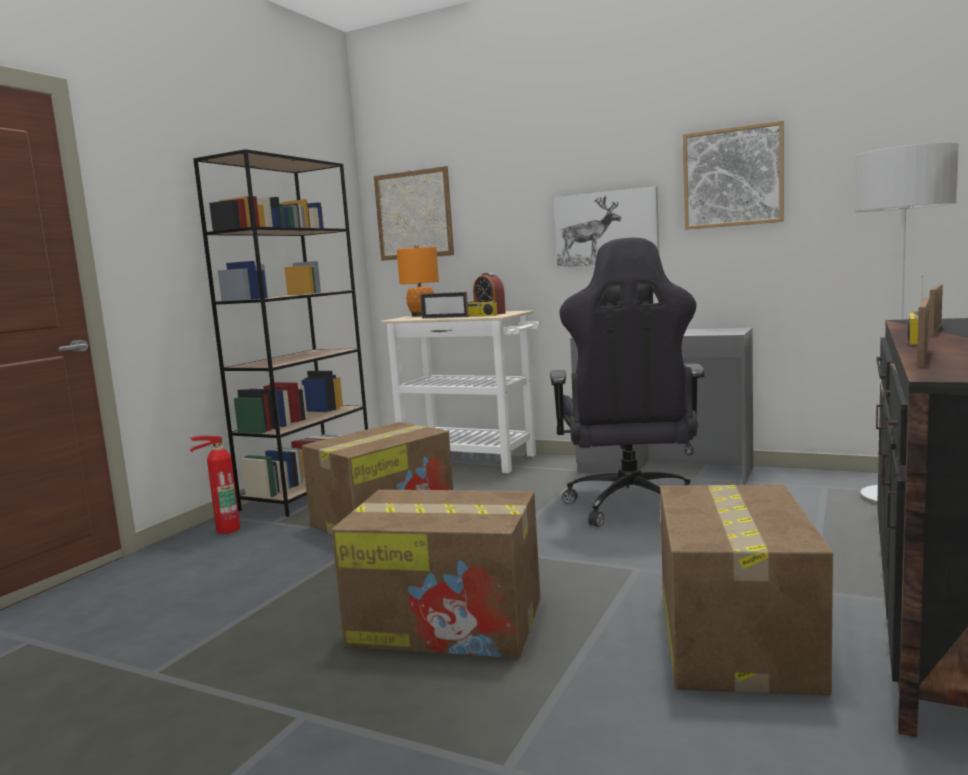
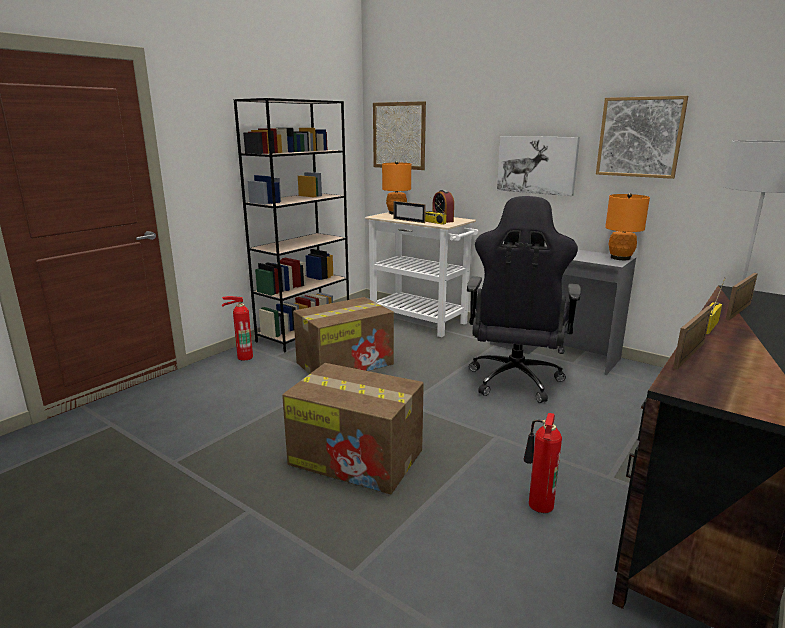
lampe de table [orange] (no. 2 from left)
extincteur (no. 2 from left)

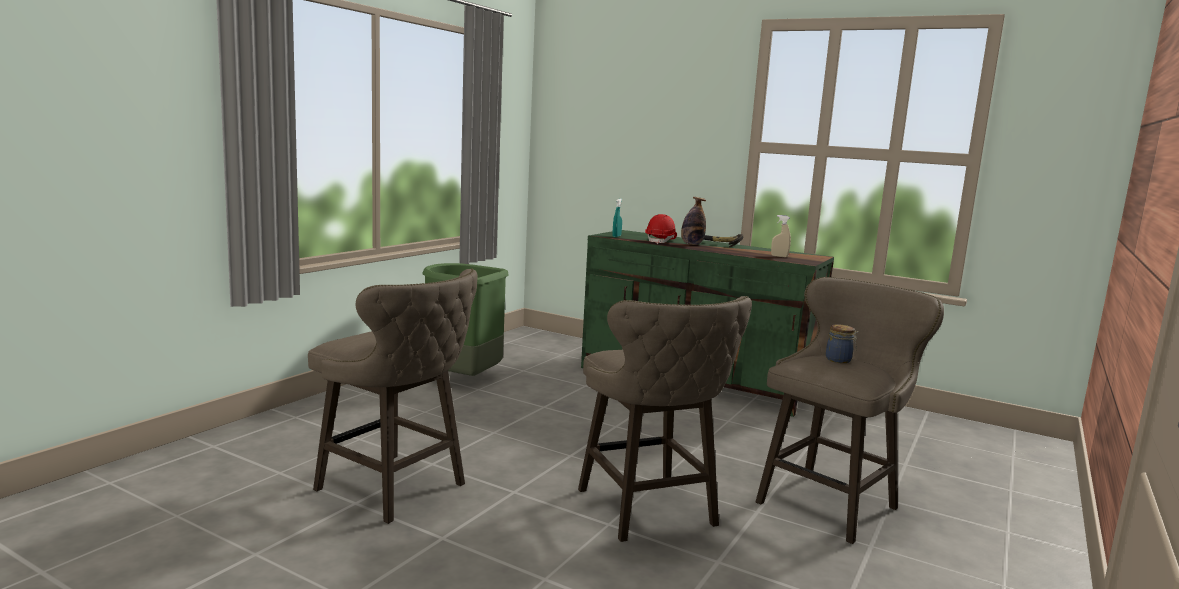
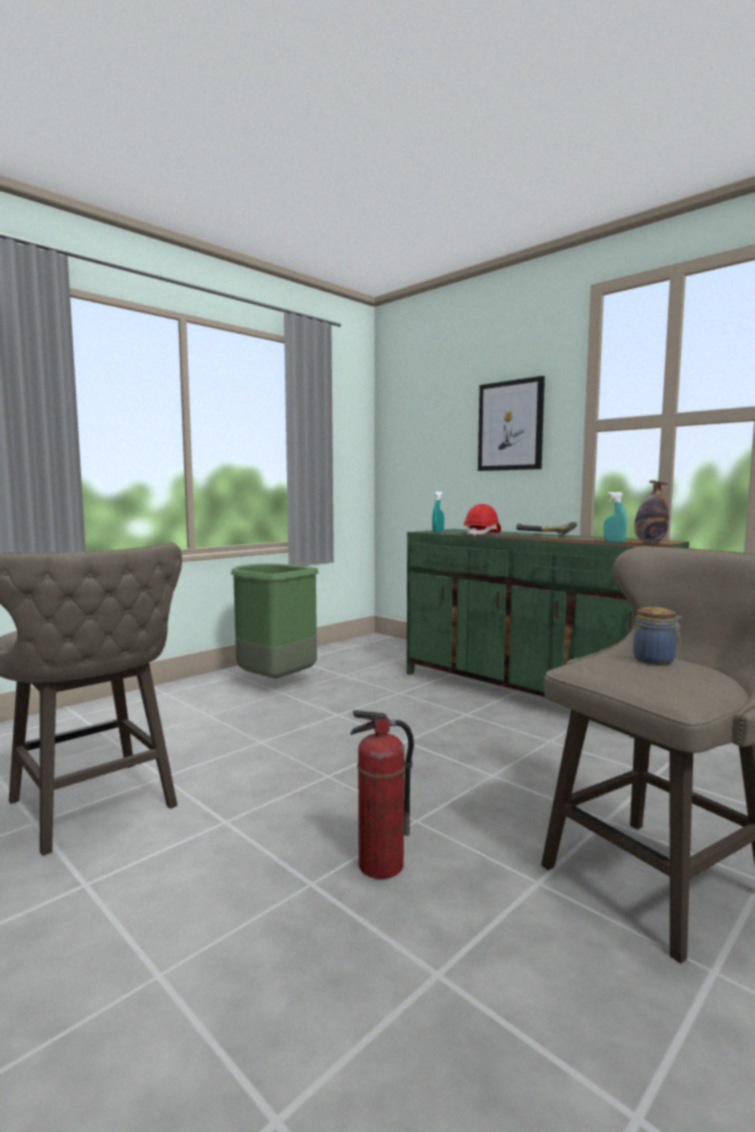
tableau
bouteille
extincteur
vaporisateur [turquoise] (no. 2 from left)

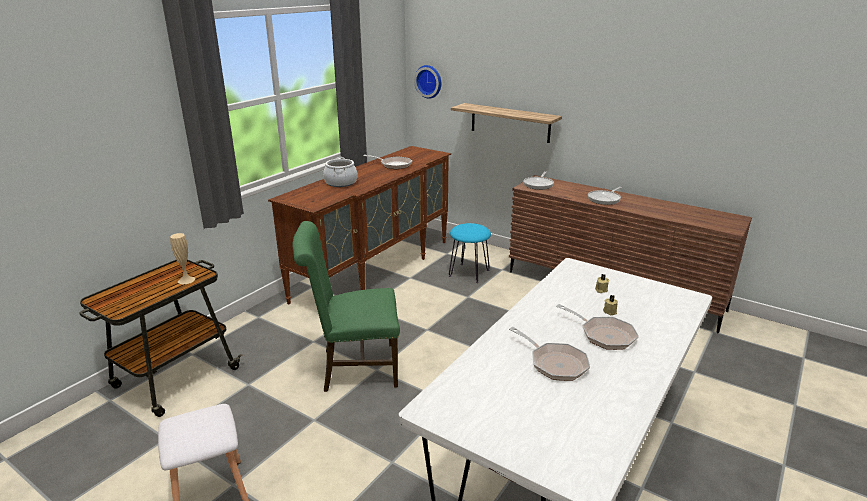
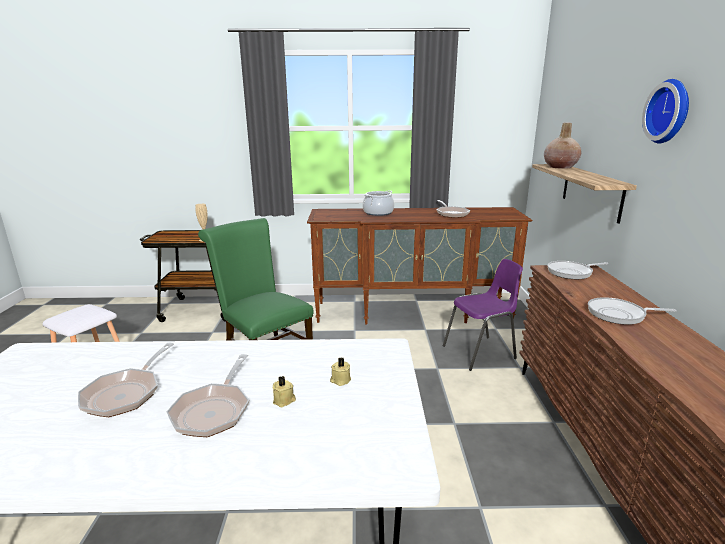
vase [beige] (no. 2 from left)
horloge murale
chaise [violet]

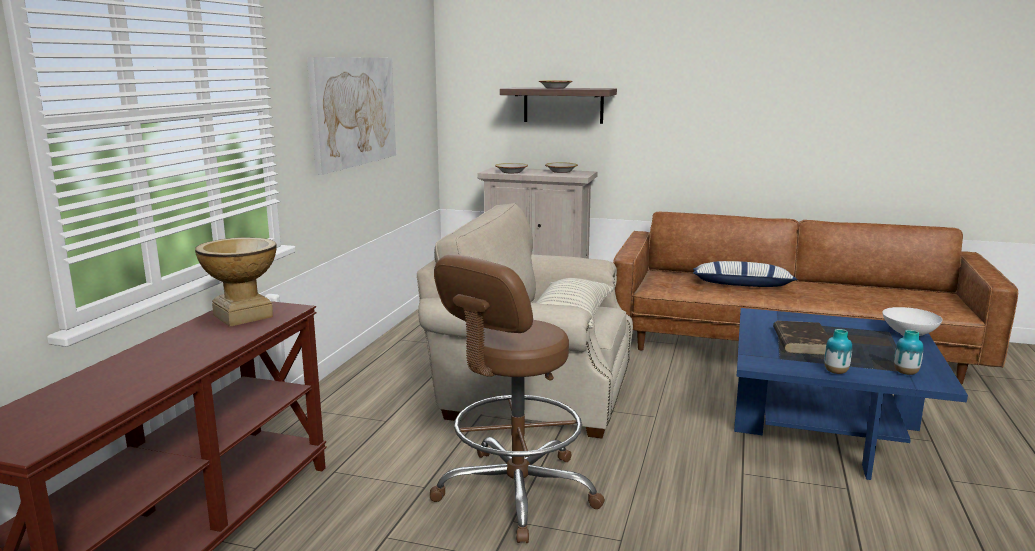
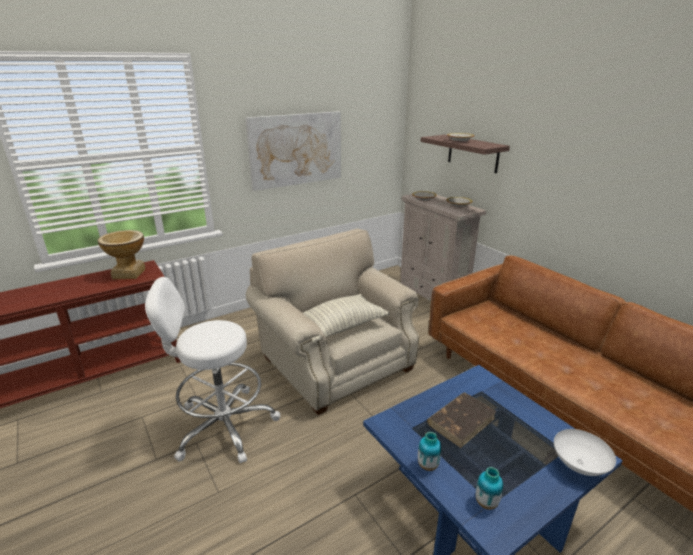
coussin (no. 2 from left in the first image)
tabouret [blanc]

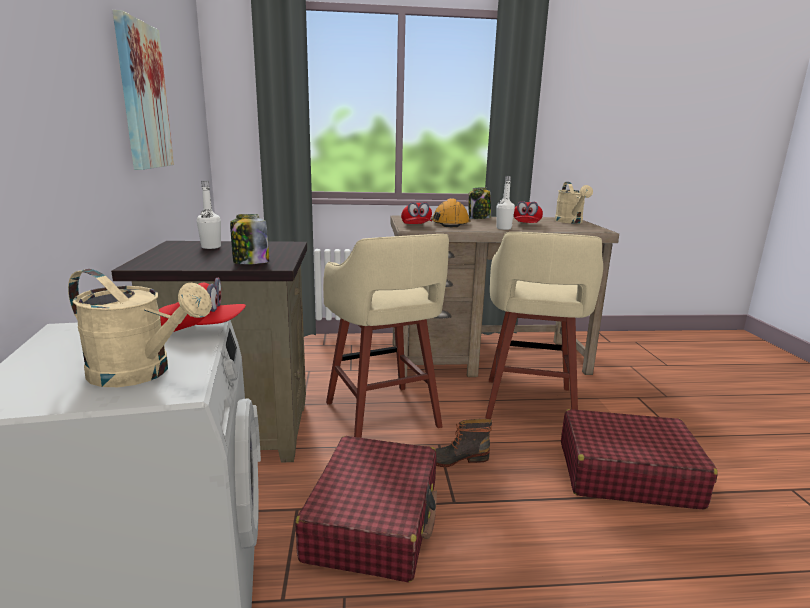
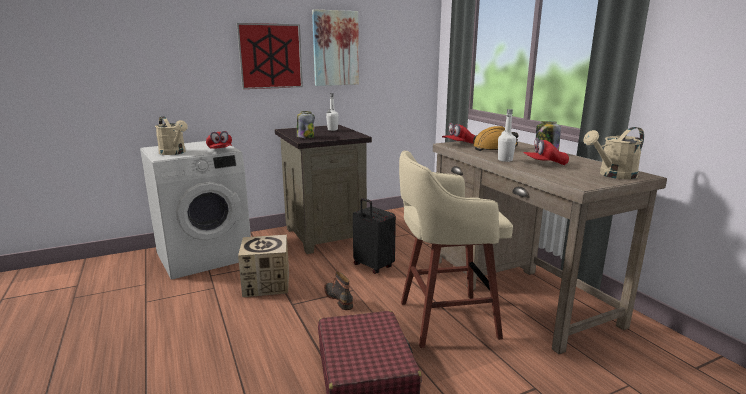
tableau (no. 1 from left)
carton
valise [noir]
arrosoir [beige] (no. 1 from left)

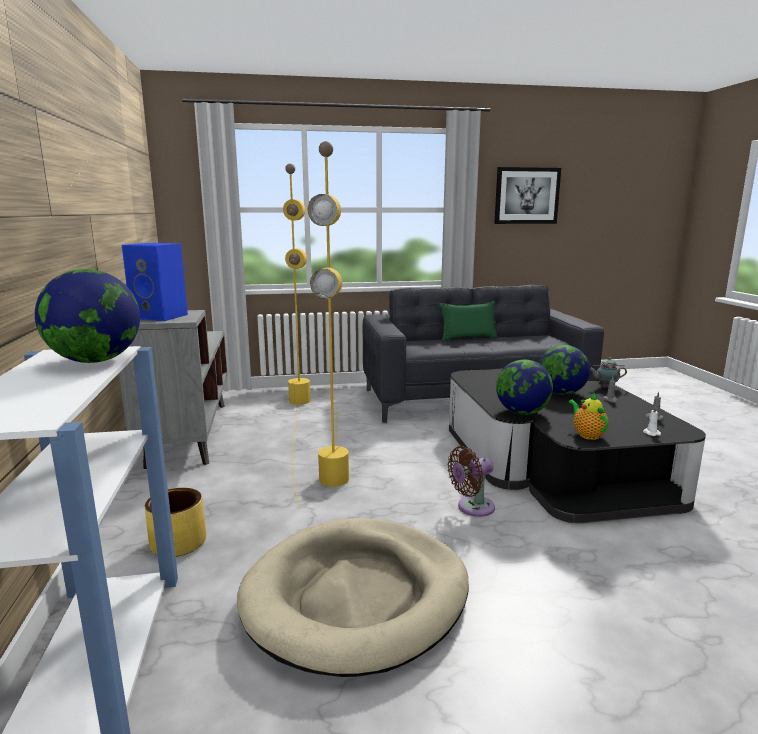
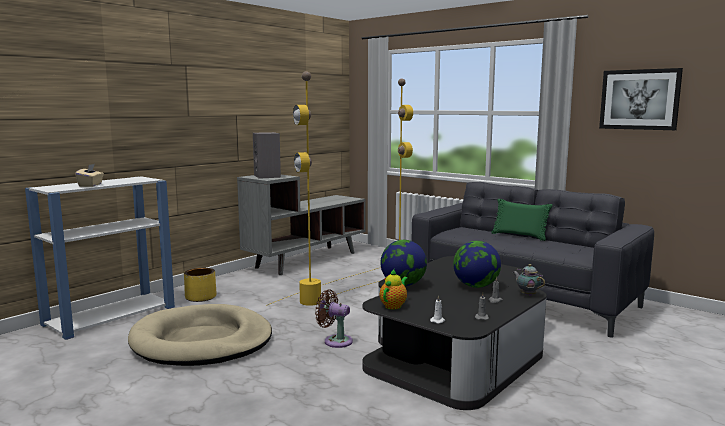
globe (no. 1 from left in the first image)
boîte à mouchoirs [beige]
enceinte [gris]

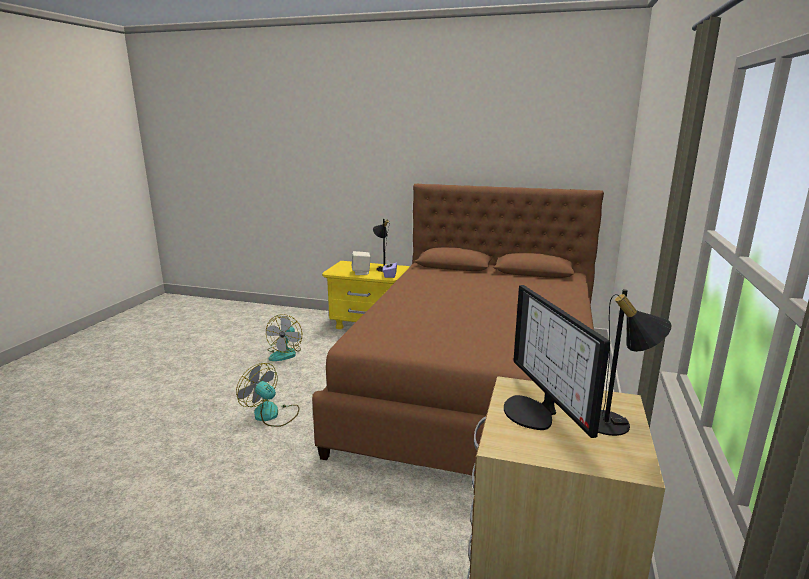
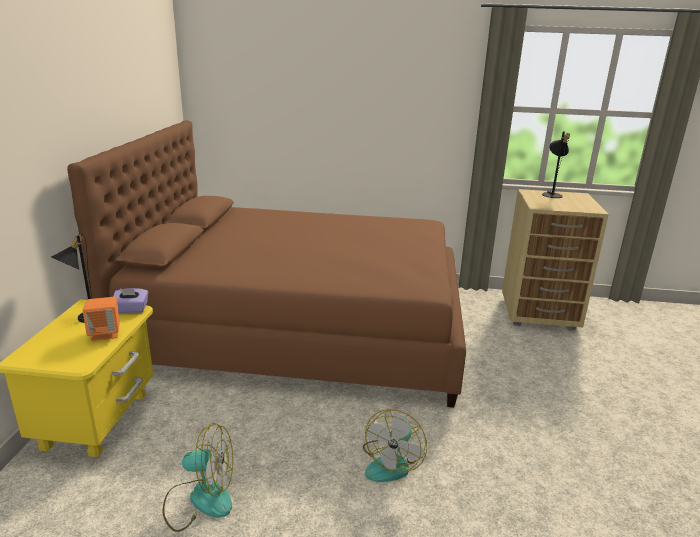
écran d'ordinateur
enceinte [orange]

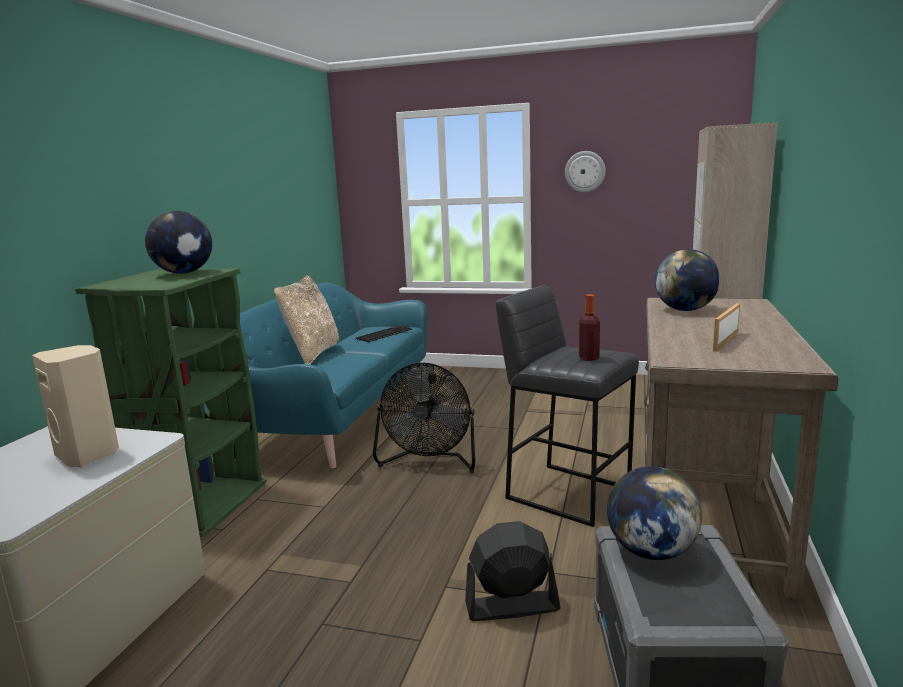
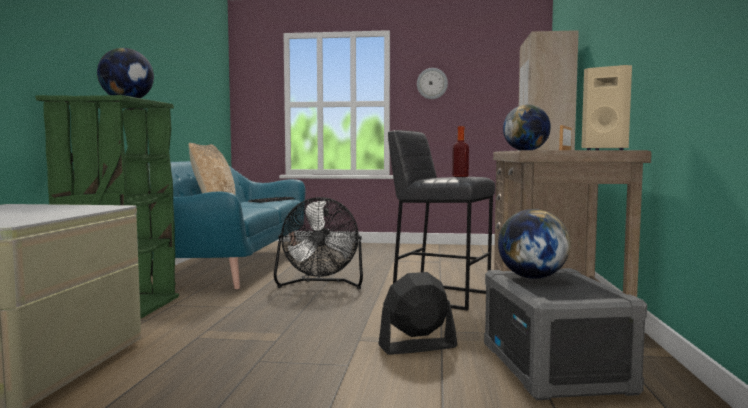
enceinte [beige]

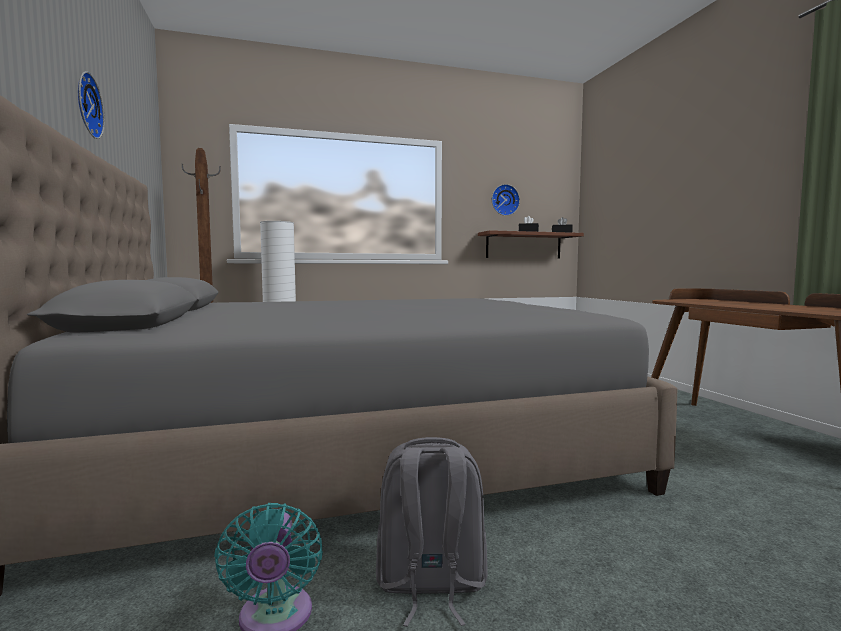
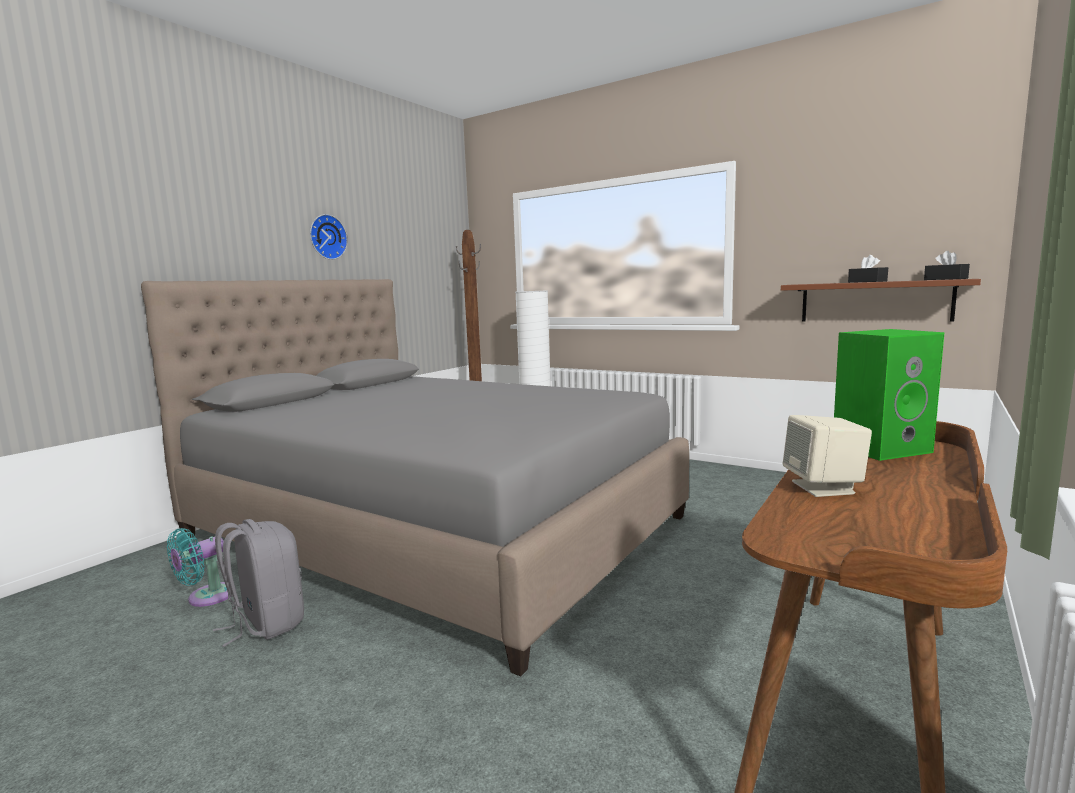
horloge murale (no. 2 from left in the first image)
enceinte [beige]
enceinte [vert]

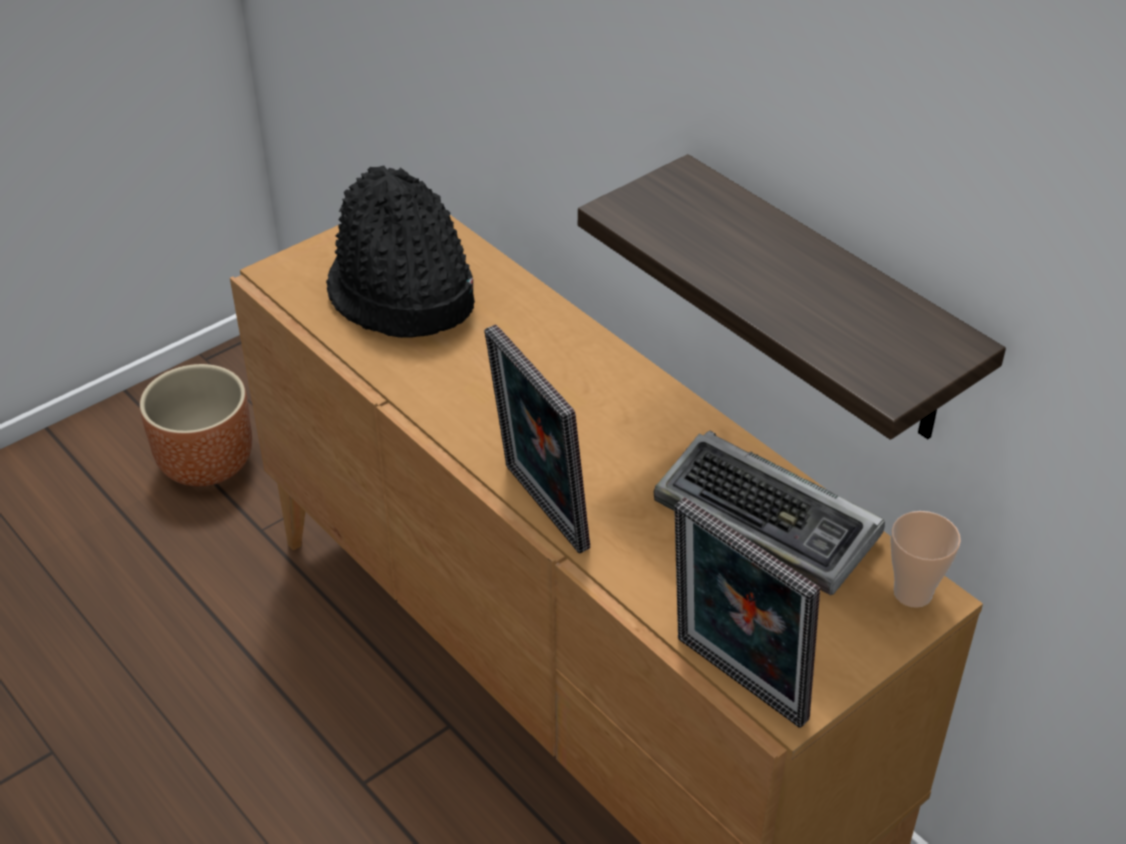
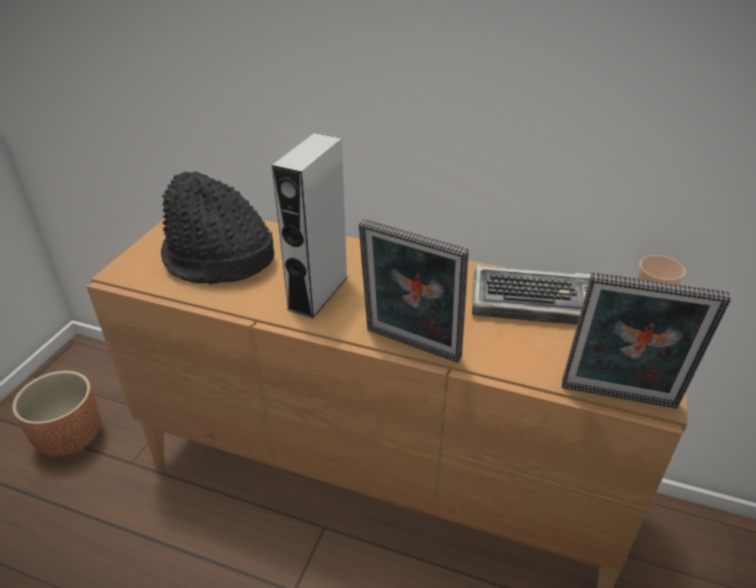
étagère
enceinte [gris]

